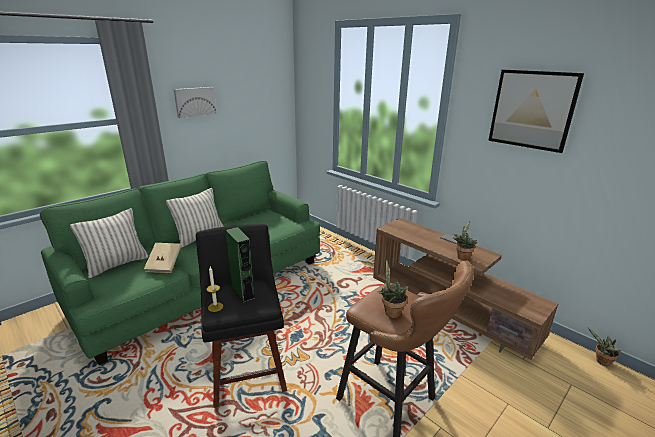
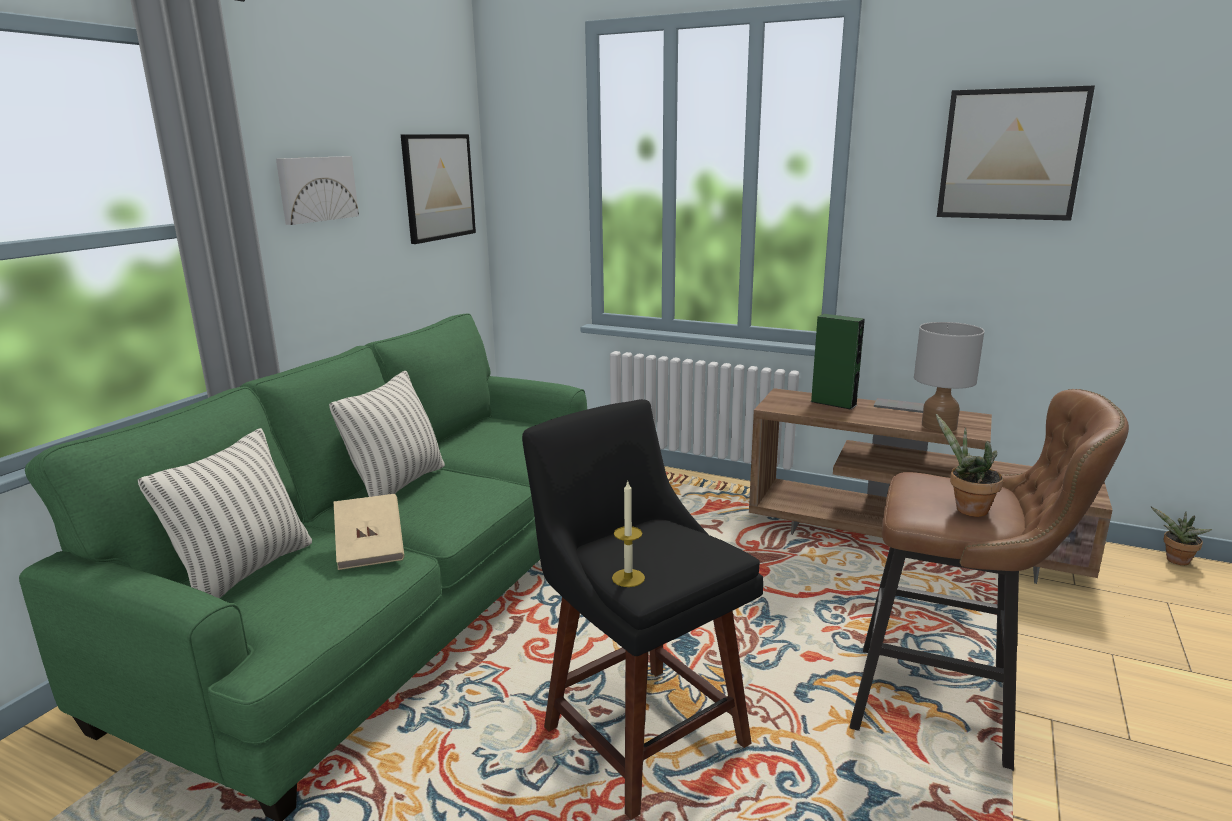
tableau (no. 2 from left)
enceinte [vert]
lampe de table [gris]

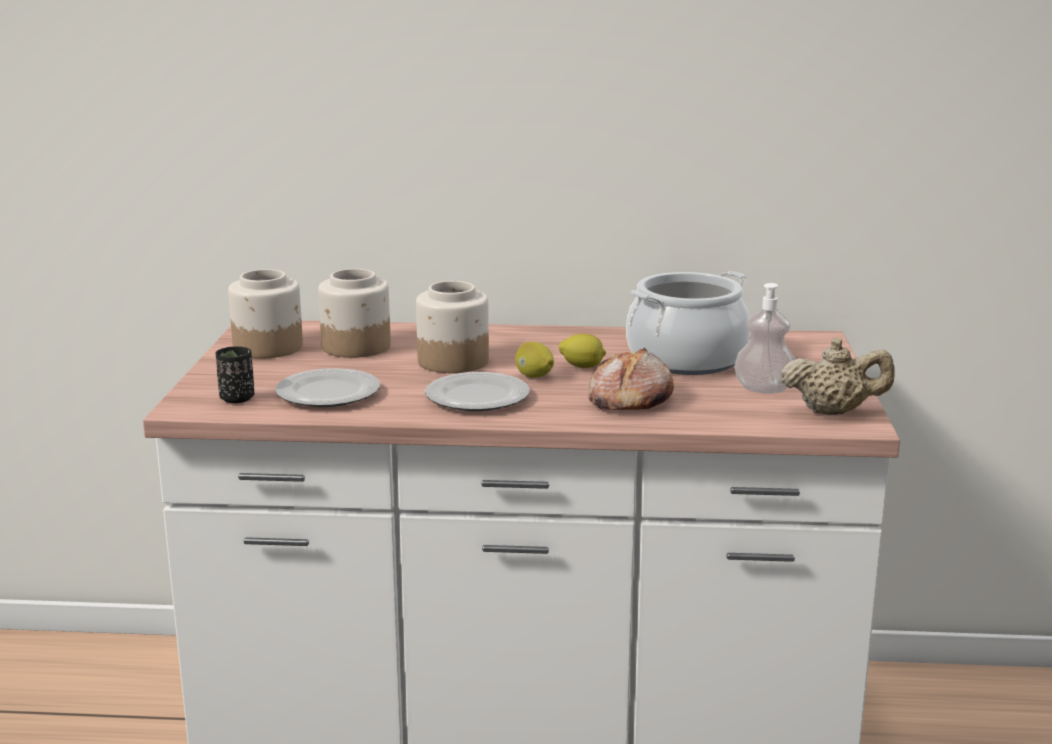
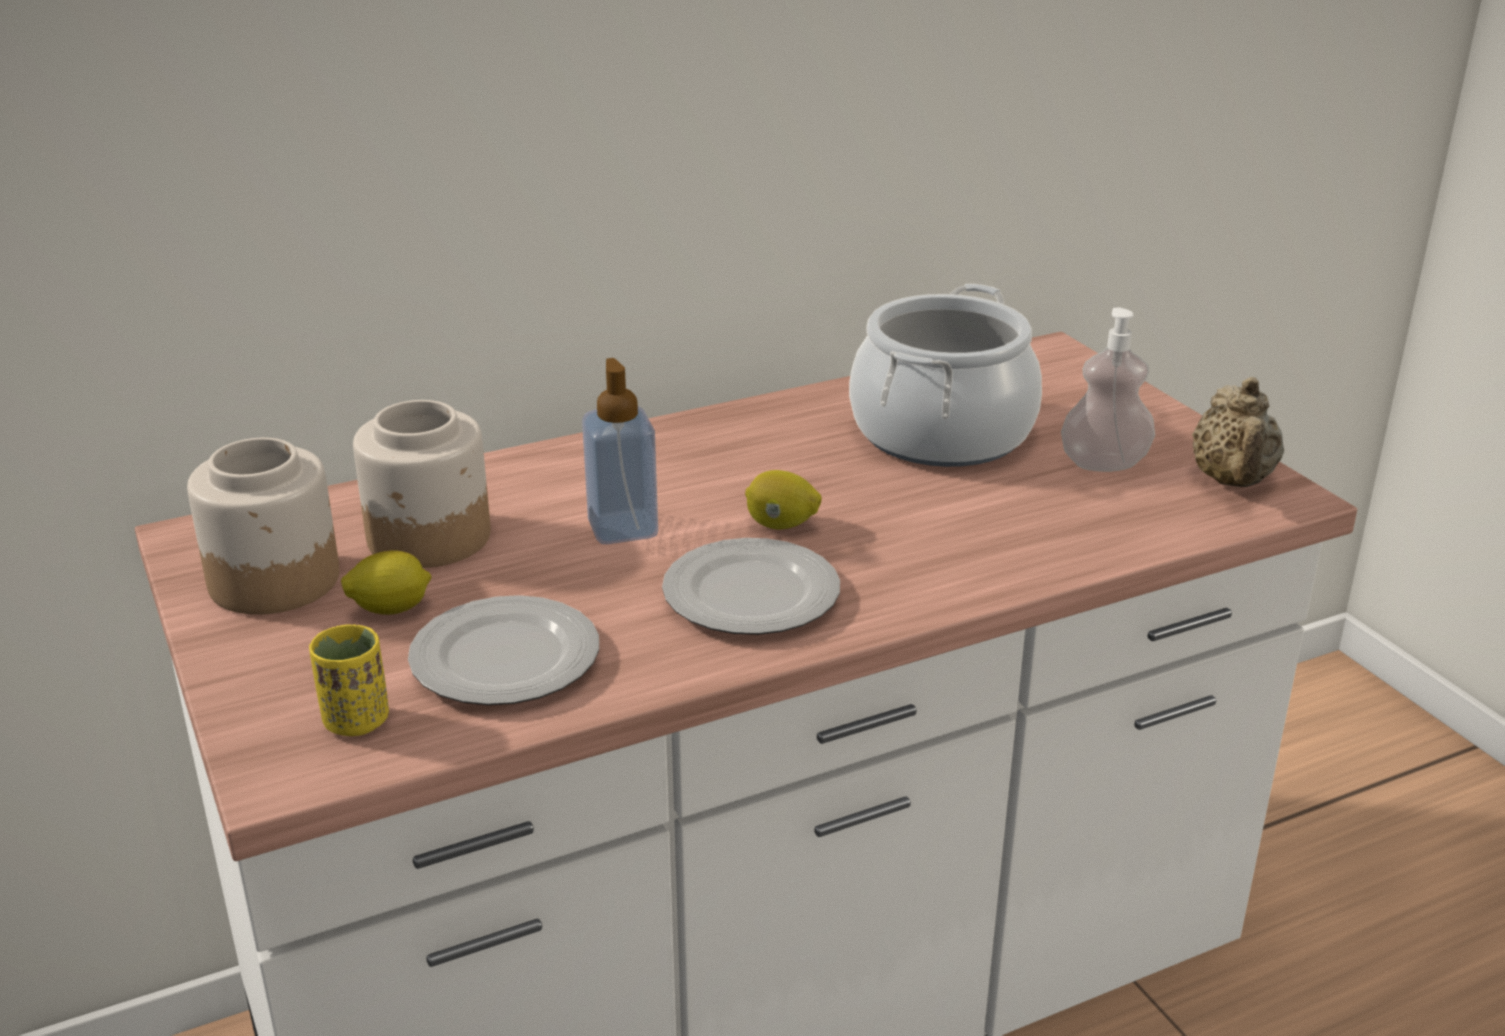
pain
citron (no. 1 from left)
distributeur de savon (no. 1 from left)
tasse [jaune]
théière [beige]

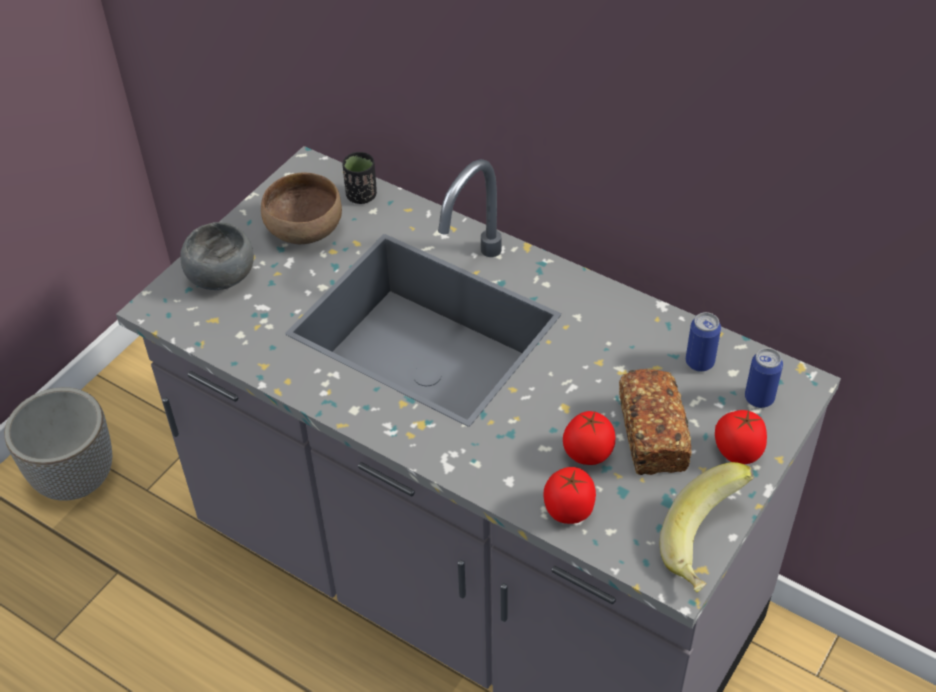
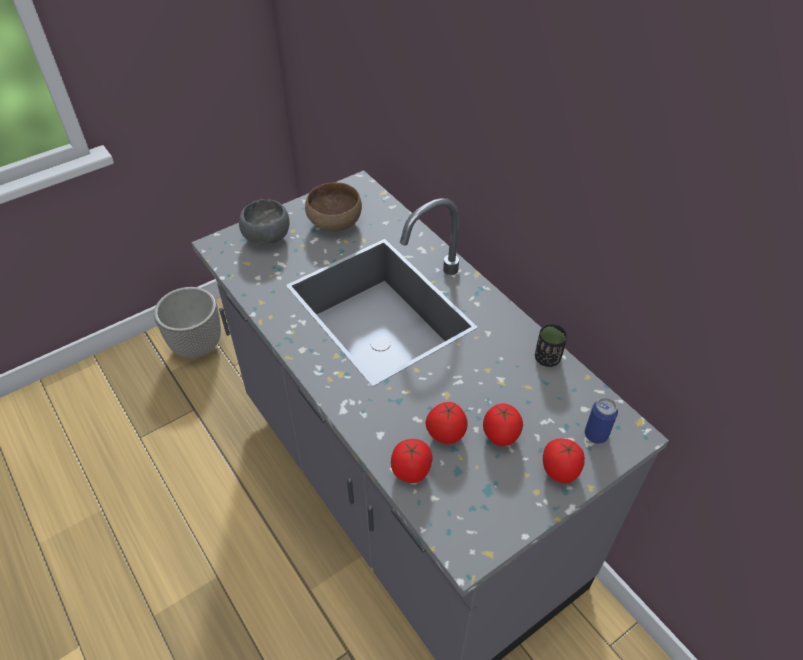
banane
boîte métallique (no. 1 from left in the first image)
tasse [noir]
tomate (no. 3 from left)

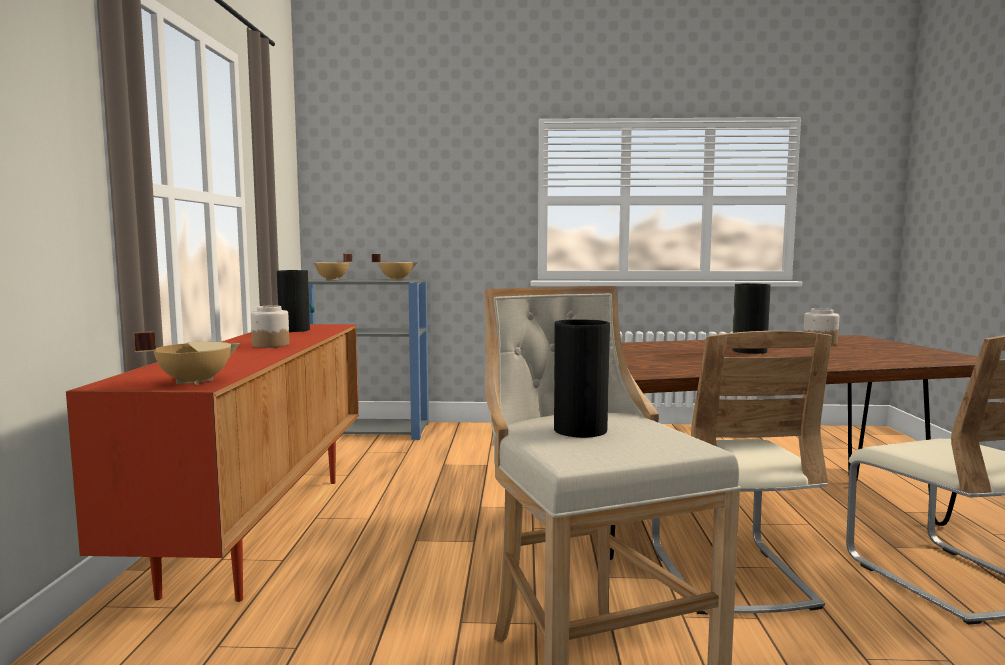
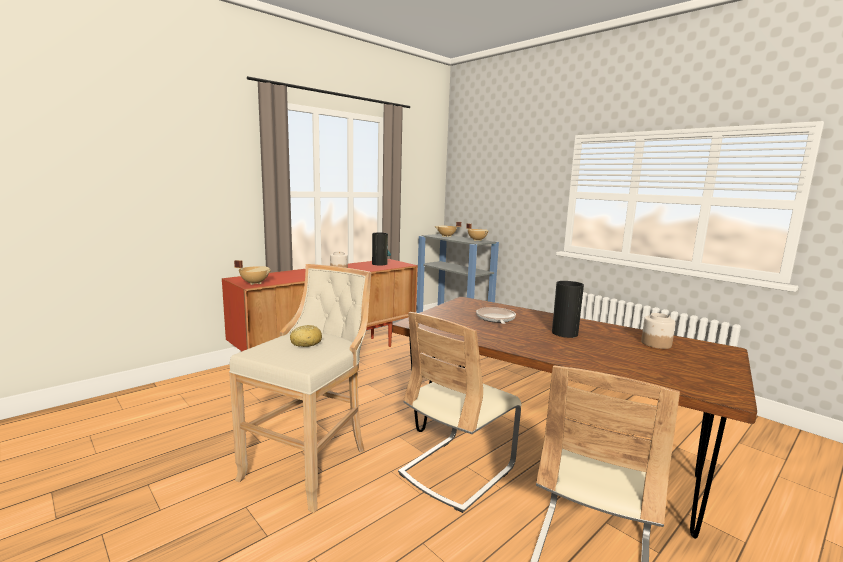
poêle
pain

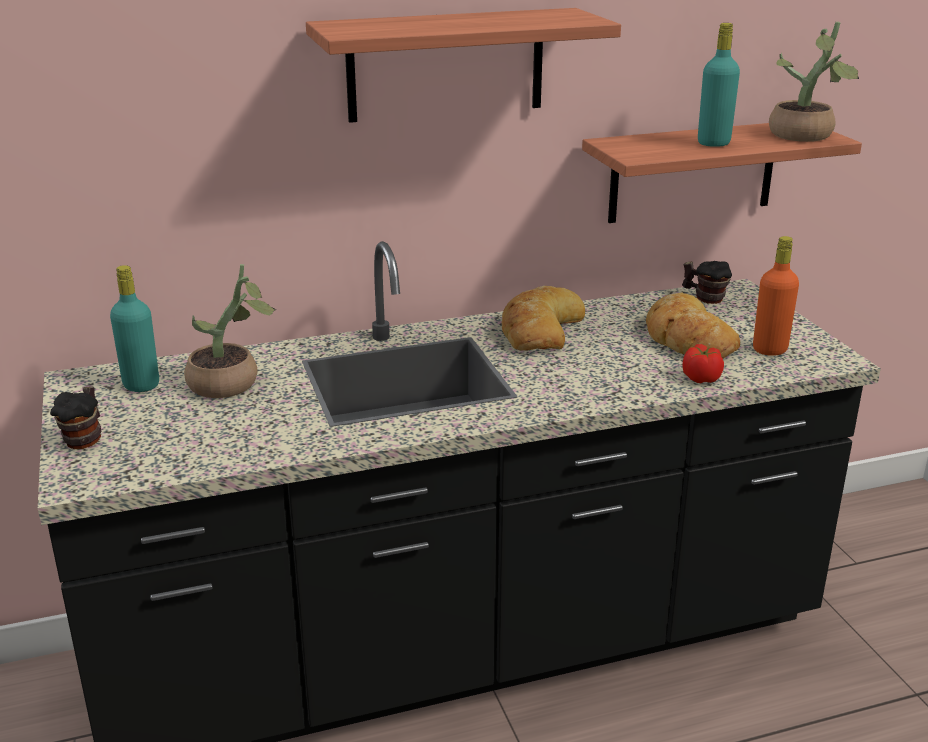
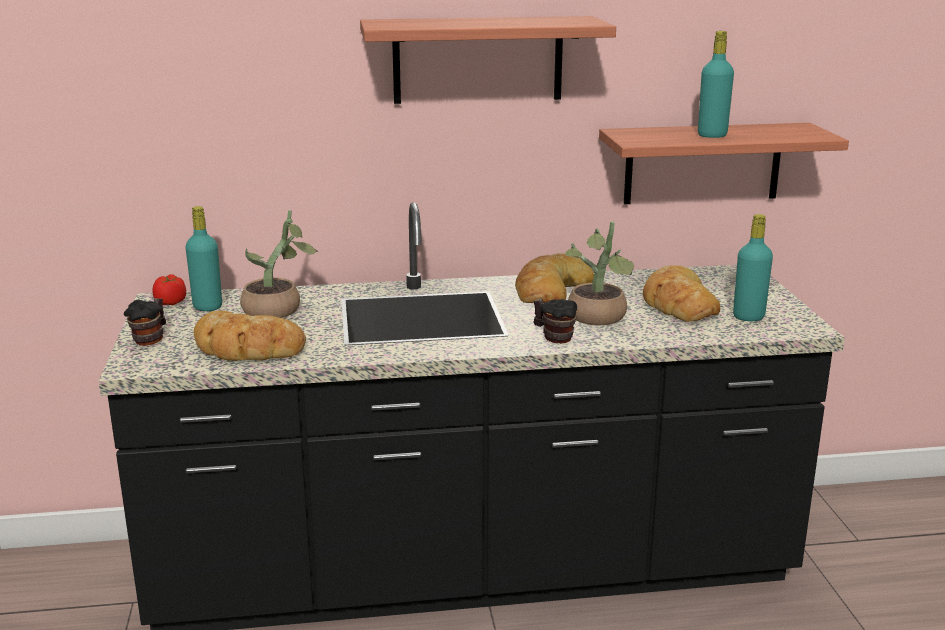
pain (no. 1 from left)
mug (no. 2 from left)
tomate
plante en pot (no. 2 from left)
bouteille [turquoise] (no. 3 from left)

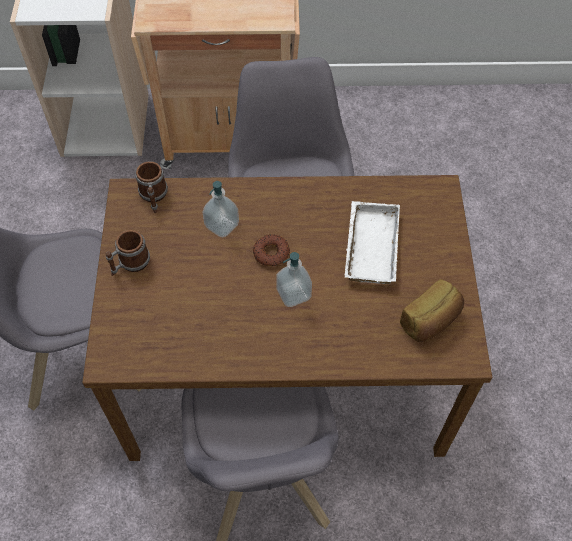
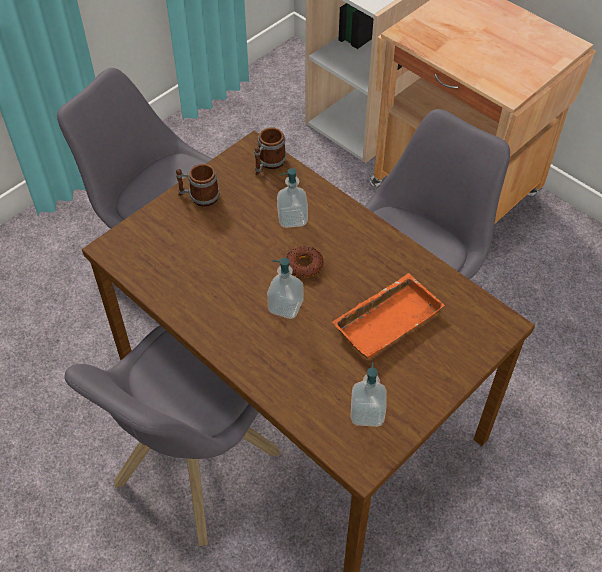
distributeur de savon (no. 3 from left)
plateau [orange]

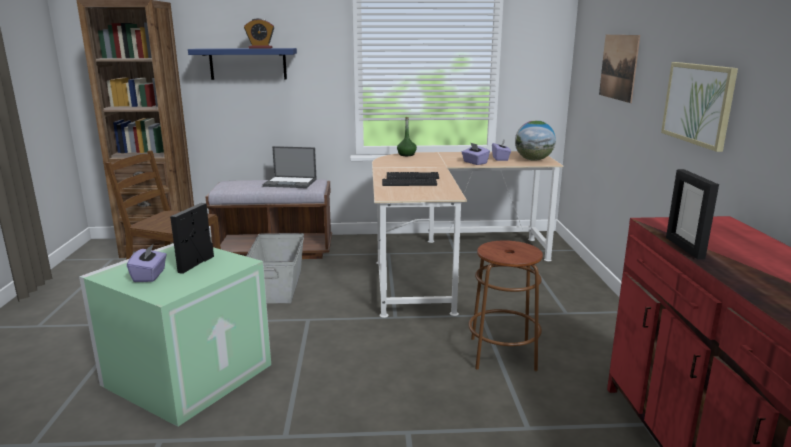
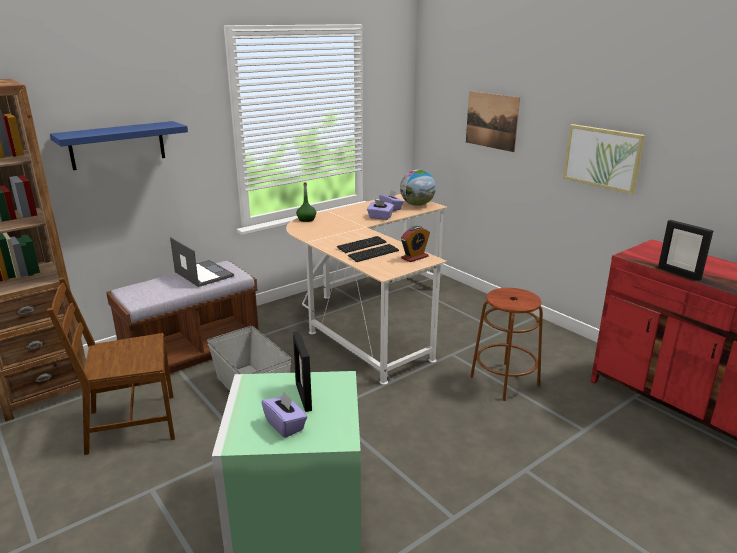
réveil
ordinateur portable

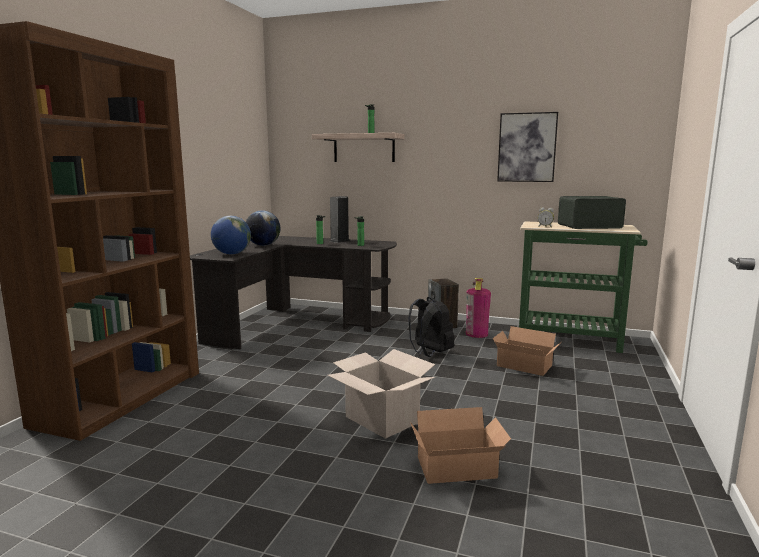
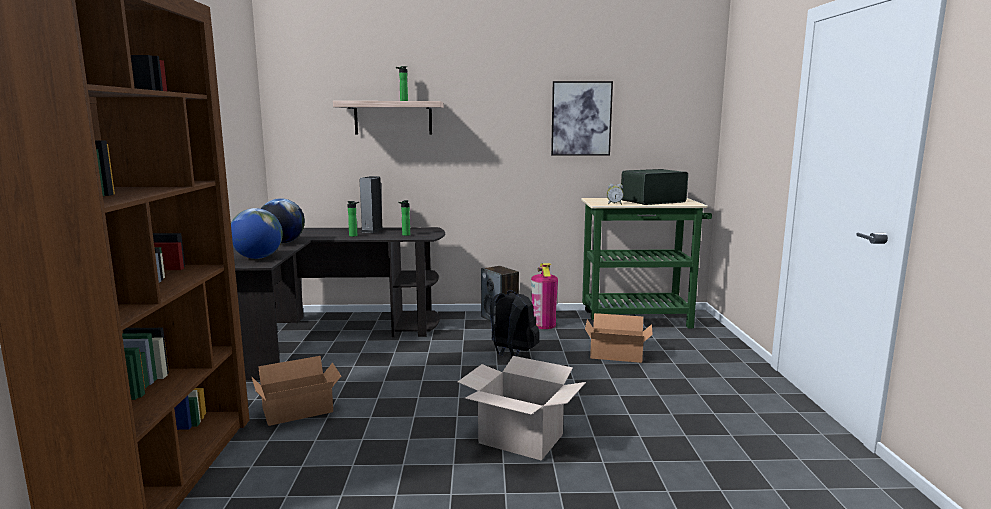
carton (no. 1 from left)

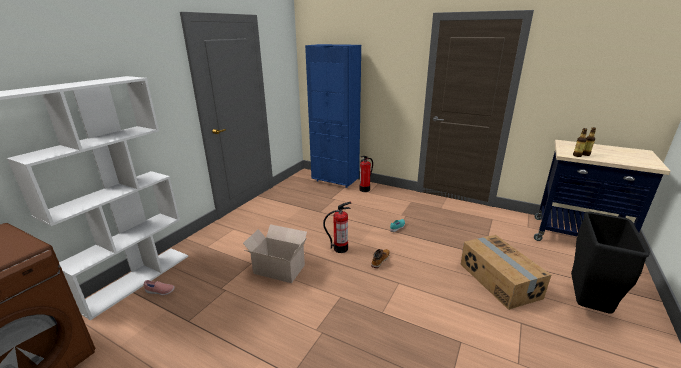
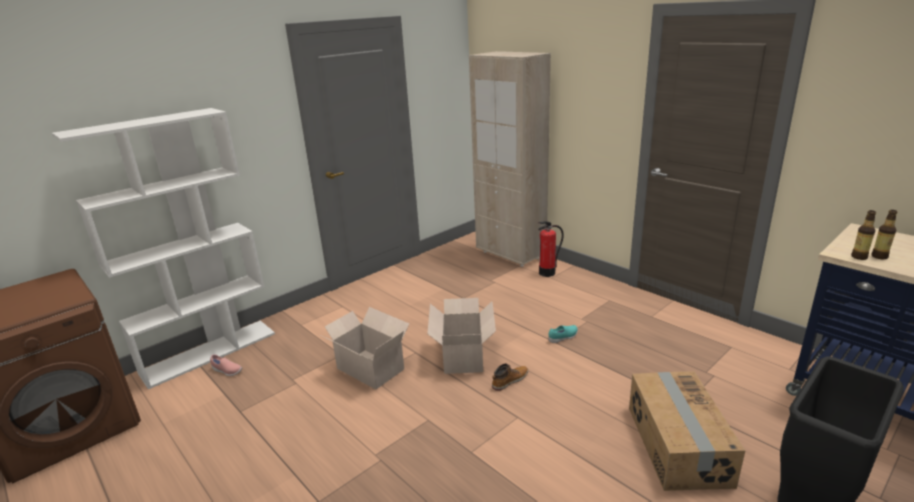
carton (no. 2 from left)
meuble de rangement [beige]

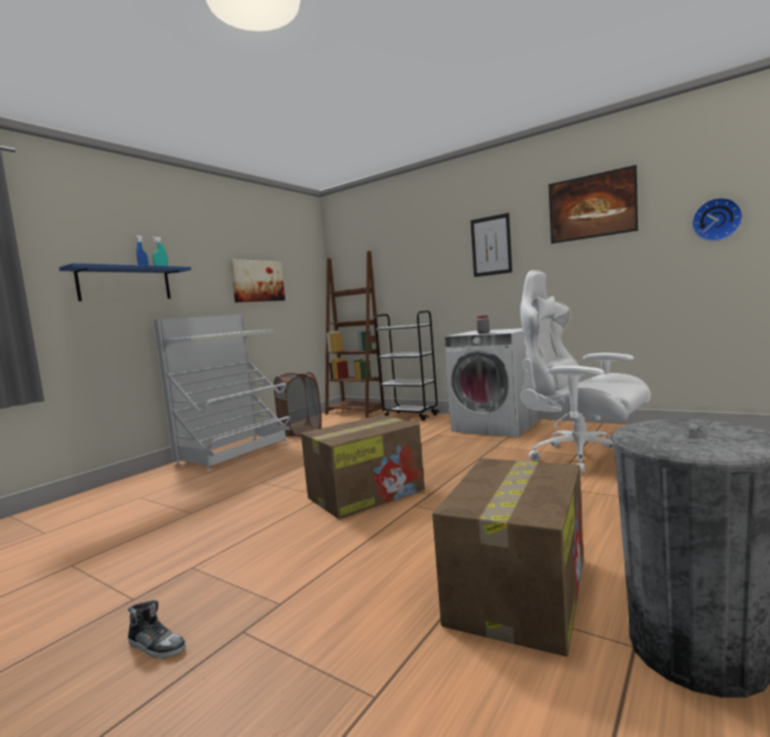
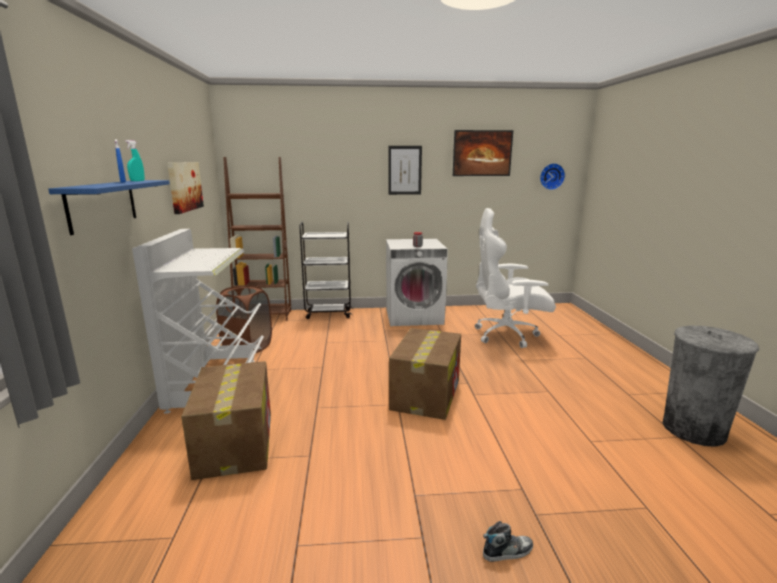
carton (no. 1 from left)

